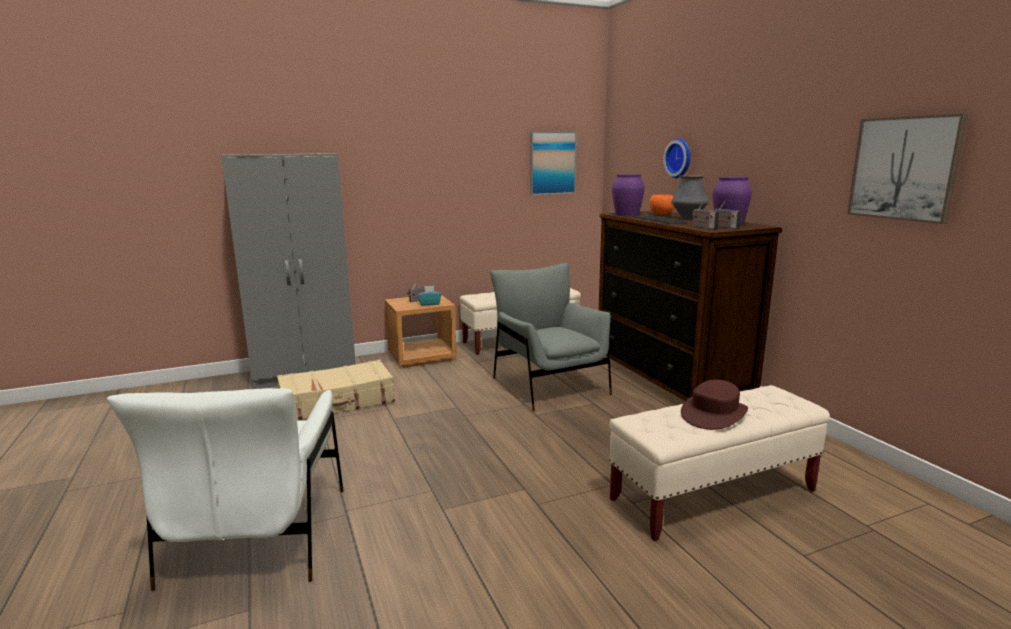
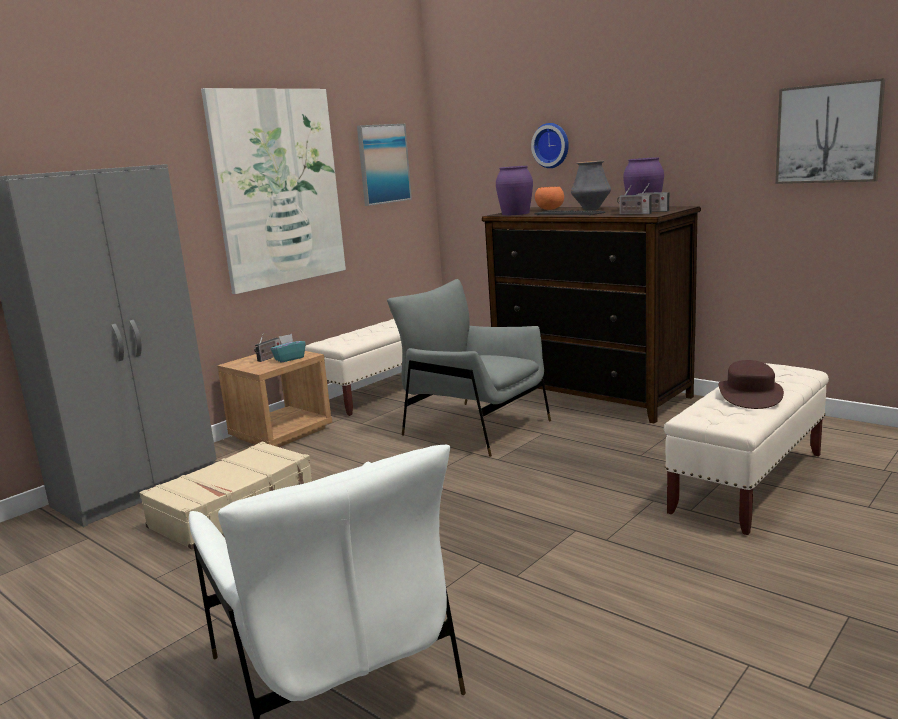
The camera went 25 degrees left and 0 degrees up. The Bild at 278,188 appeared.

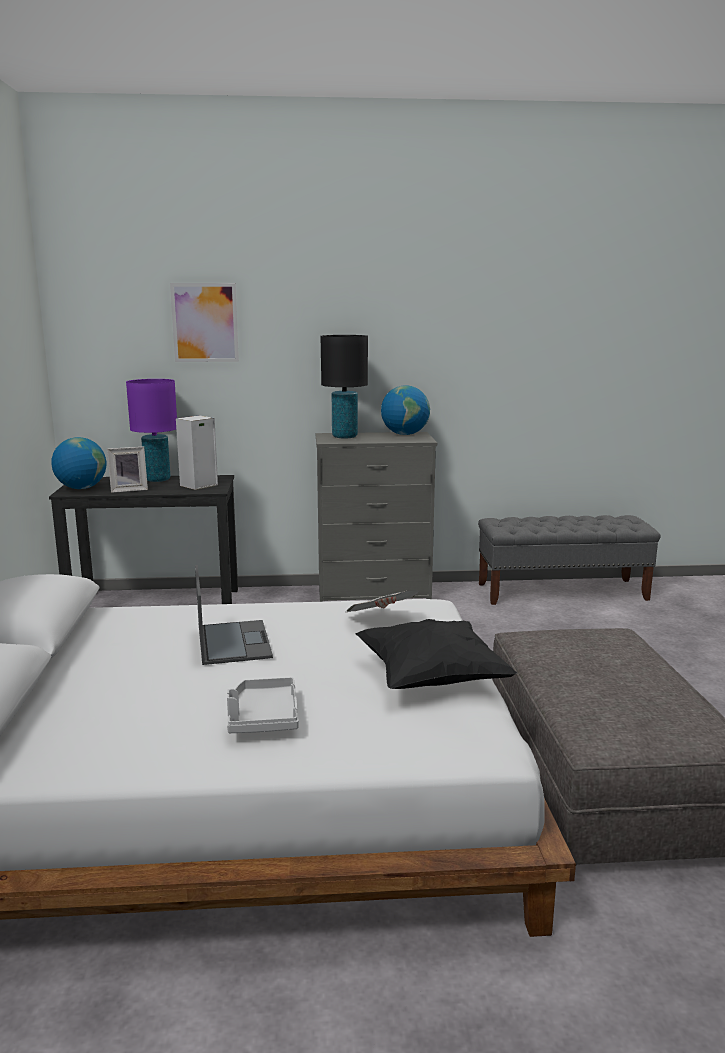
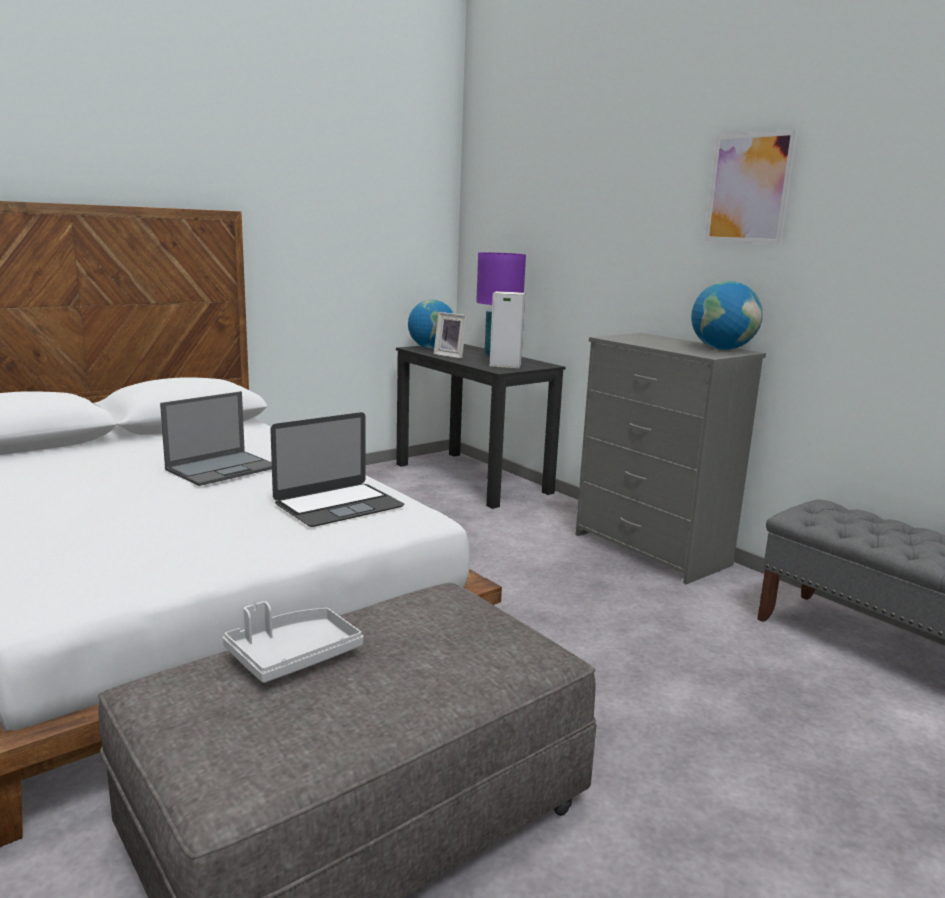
The camera went 55 degrees right and 0 degrees up. The Bild moved from 205,322 to 749,188. The Tischlampe [schwarz] at 344,437 disappeared. The Zeitung at 381,620 was replaced by the Laptop at 338,505. The Kissen [schwarz] at 431,680 disappeared. The Tablett [grau] moved from 263,717 to 293,656.

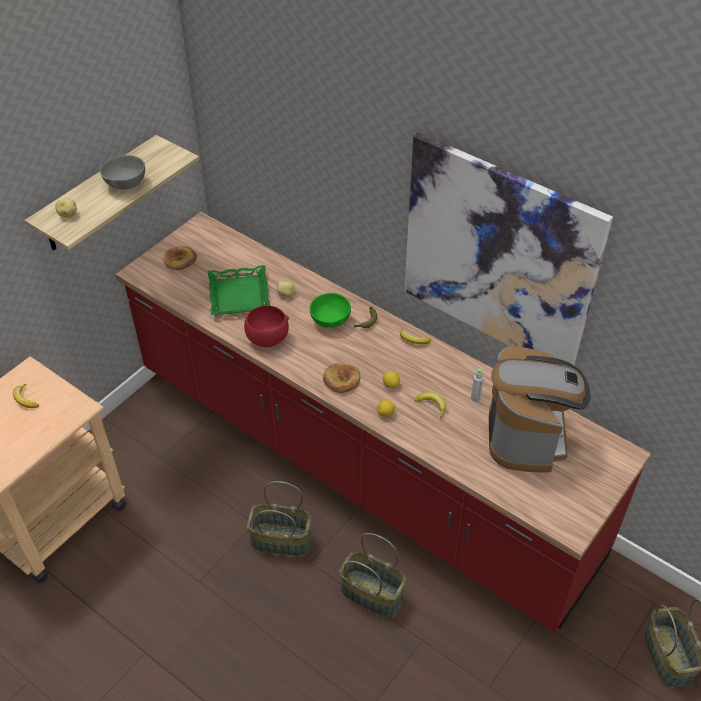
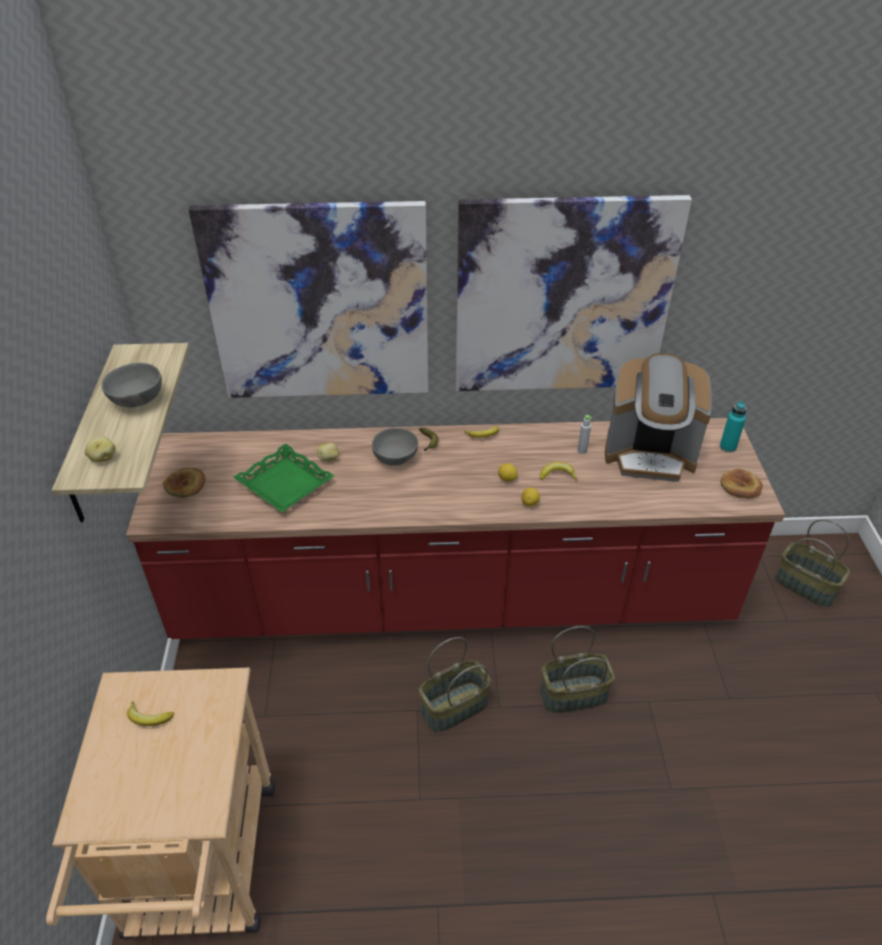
The camera went 40 degrees left and 5 degrees down. The Schüssel [grün] at 330,321 became the Schüssel [grau] at 396,459. The Schüssel [rot] at 266,339 disappeared. The Kaffeemaschine at 527,435 turned 135 degrees clockwise. The Brot moved from 341,380 to 740,486. The Bild at 319,304 appeared. The Flasche [türkis] at 727,447 appeared.

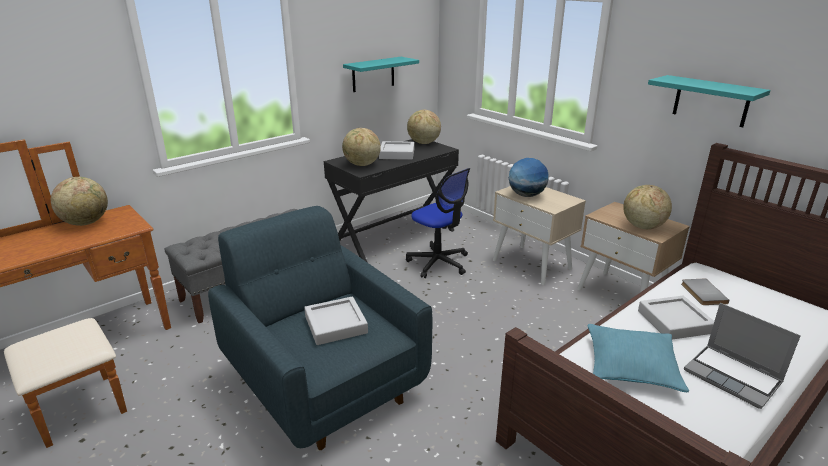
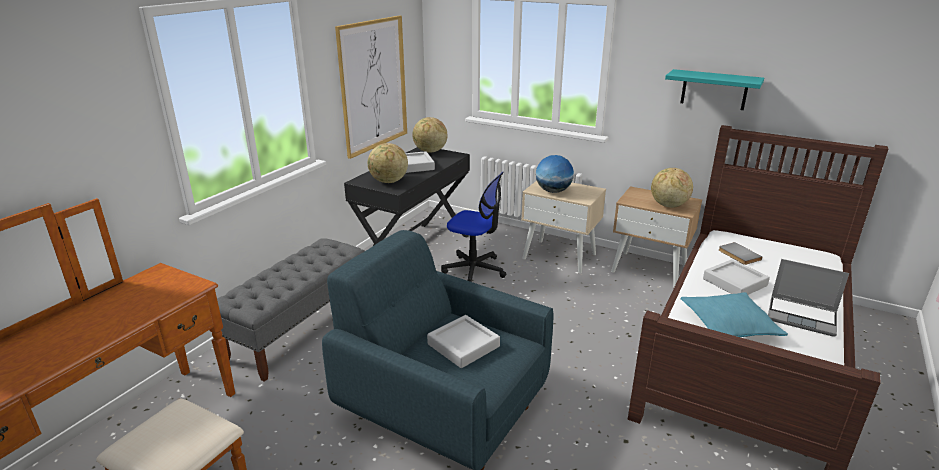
The camera went 20 degrees left and 0 degrees up. The Wandregal [türkis] at 373,74 was replaced by the Bild at 373,85. The Globus at 86,222 disappeared.

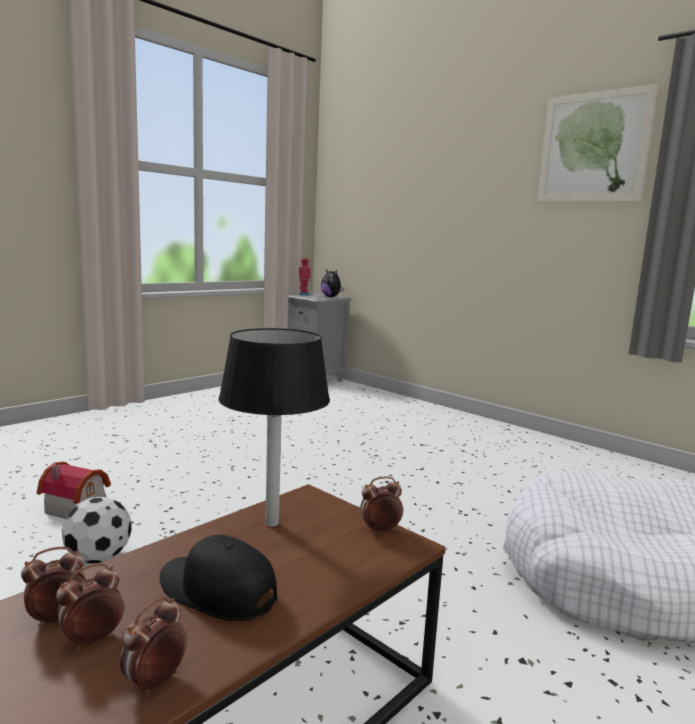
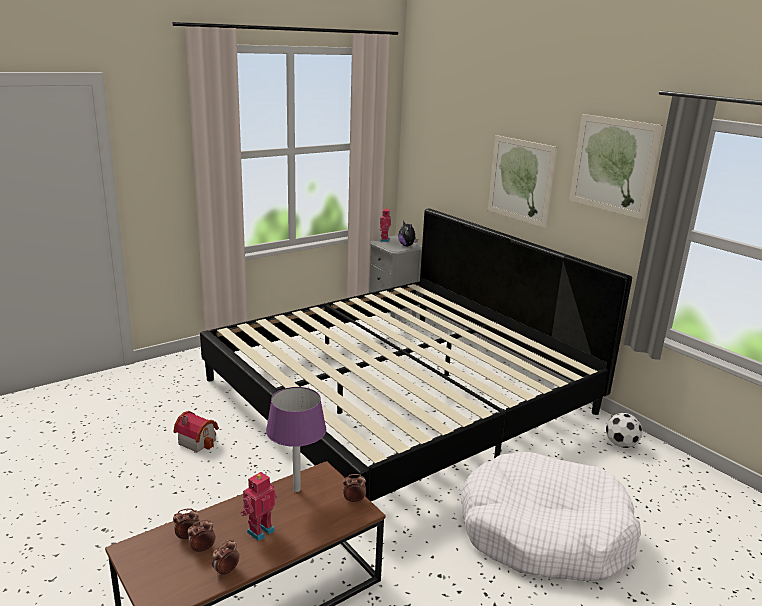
The camera went 10 degrees right and 10 degrees up. The Tischlampe [schwarz] at 271,523 became the Tischlampe [lila] at 296,490. The Fußball moved from 97,558 to 620,444. The Kappe [schwarz] at 217,591 was replaced by the Spielzeugroboter at 259,530. The Bild at 520,180 appeared. The Bett at 399,395 appeared.

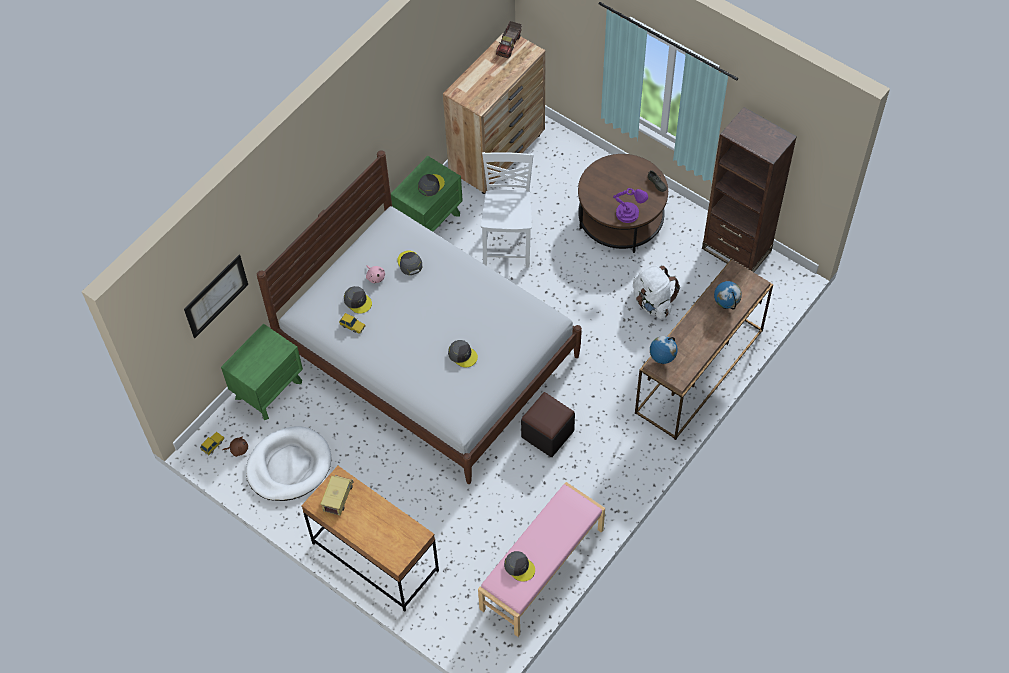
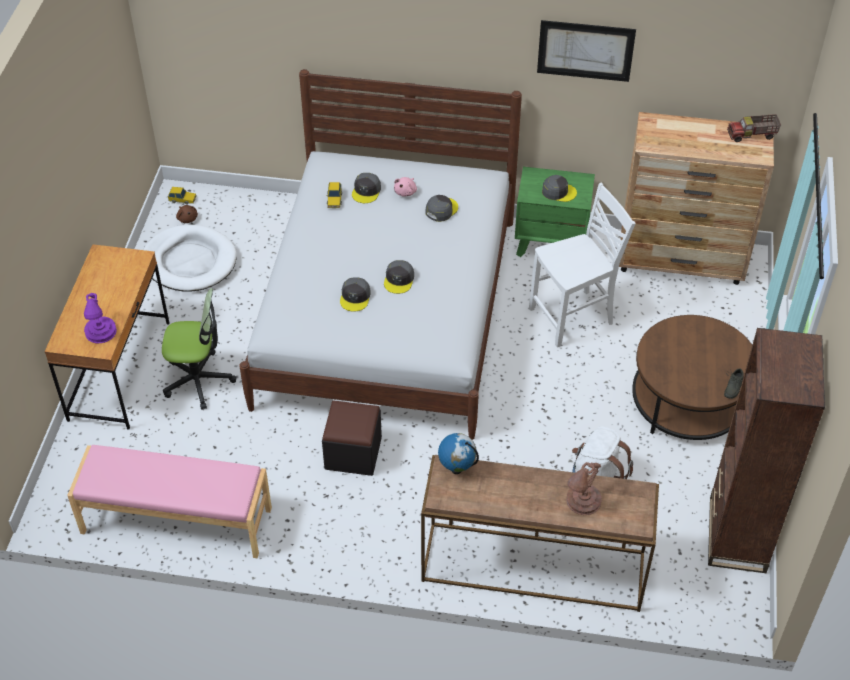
The camera went 60 degrees right and 10 degrees down. The Tischlampe [lila] moved from 629,214 to 101,333. The Bild moved from 216,296 to 585,50. The Globus at 726,305 was replaced by the Tischlampe [braun] at 582,503. The Nachttisch [grün] at 268,389 disappeared. The Spielzeuglaster at 338,497 disappeared. The Kappe [grau] moved from 519,567 to 399,279. The Bürostuhl at 198,380 appeared.

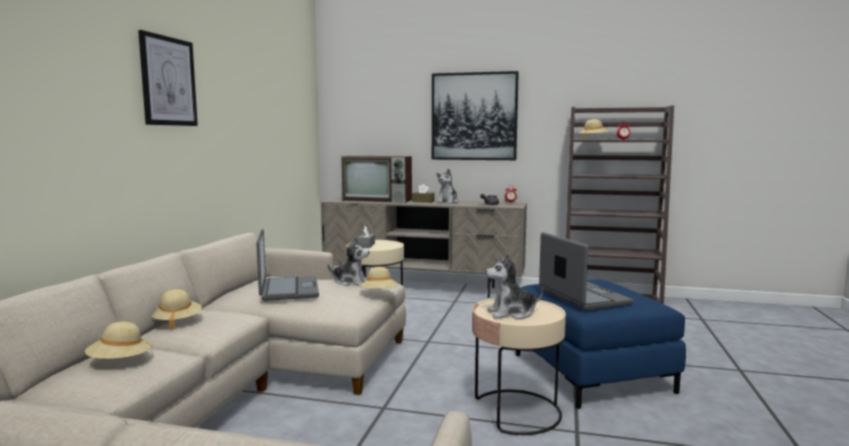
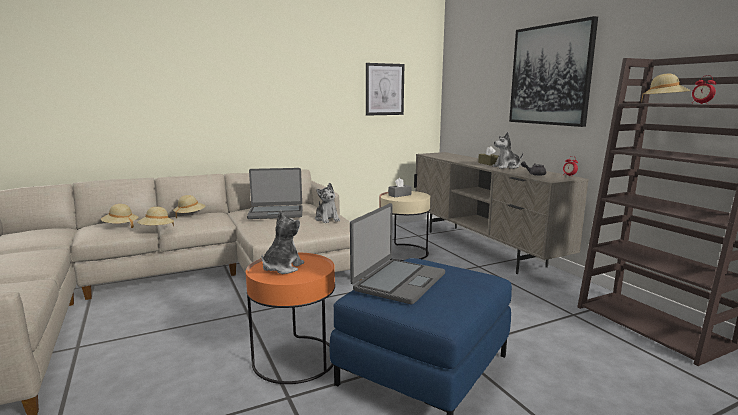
The camera went 50 degrees right and 5 degrees up. The Bild moved from 168,81 to 384,89. The Fernseher at 378,200 disappeared. The Laptop at 288,289 turned 45 degrees clockwise. The Plüschtier at 511,313 turned 75 degrees clockwise. The Hut [beige] moved from 379,294 to 156,229. The Beistelltisch [beige] at 516,412 became the Beistelltisch [orange] at 294,359.

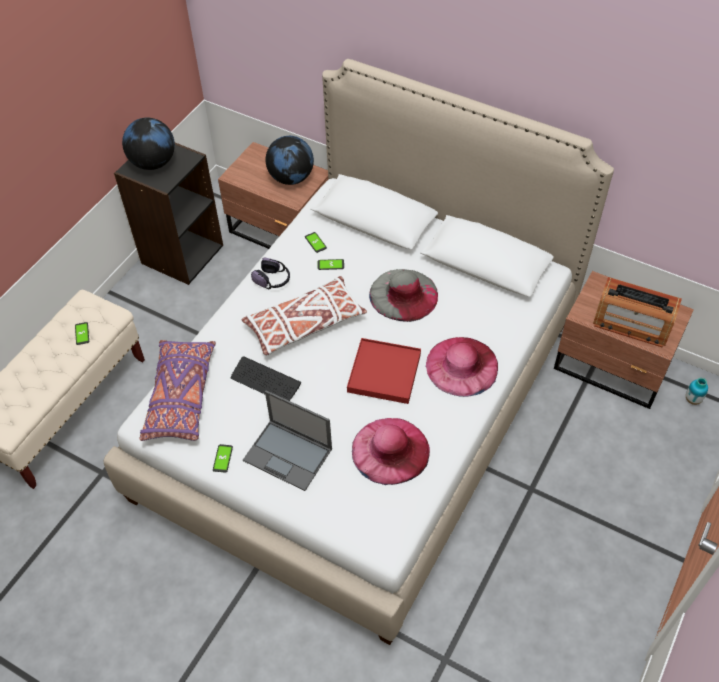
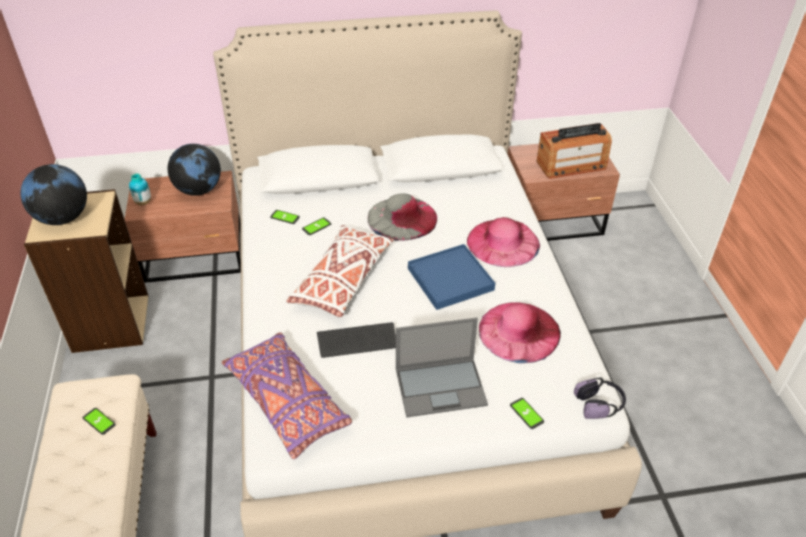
The camera went 40 degrees left and 10 degrees down. The Bücherregal [schwarz] at 181,254 became the Bücherregal [beige] at 110,323. The Kopfhörer moved from 273,280 to 599,404. The Tablett [rot] at 384,372 became the Tablett [blau] at 450,279. The Vase moved from 692,400 to 143,202. The Handy moved from 223,458 to 526,413.

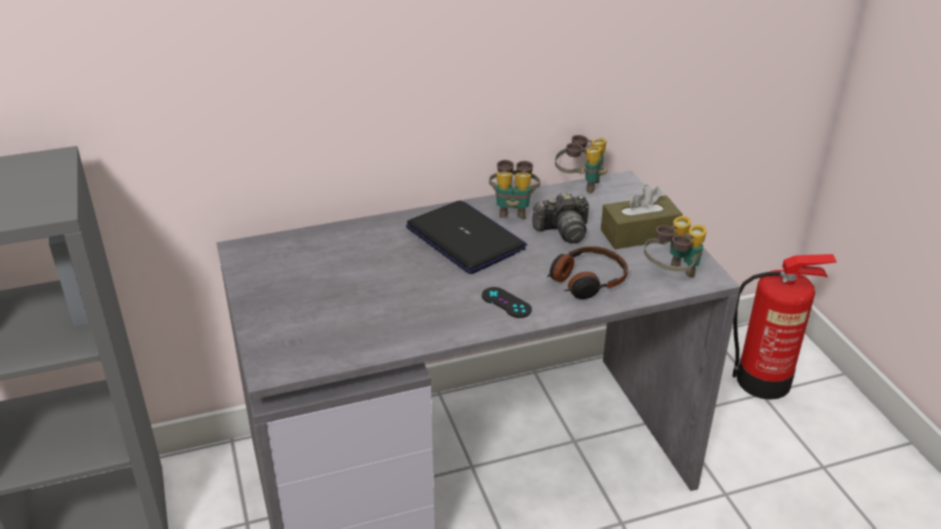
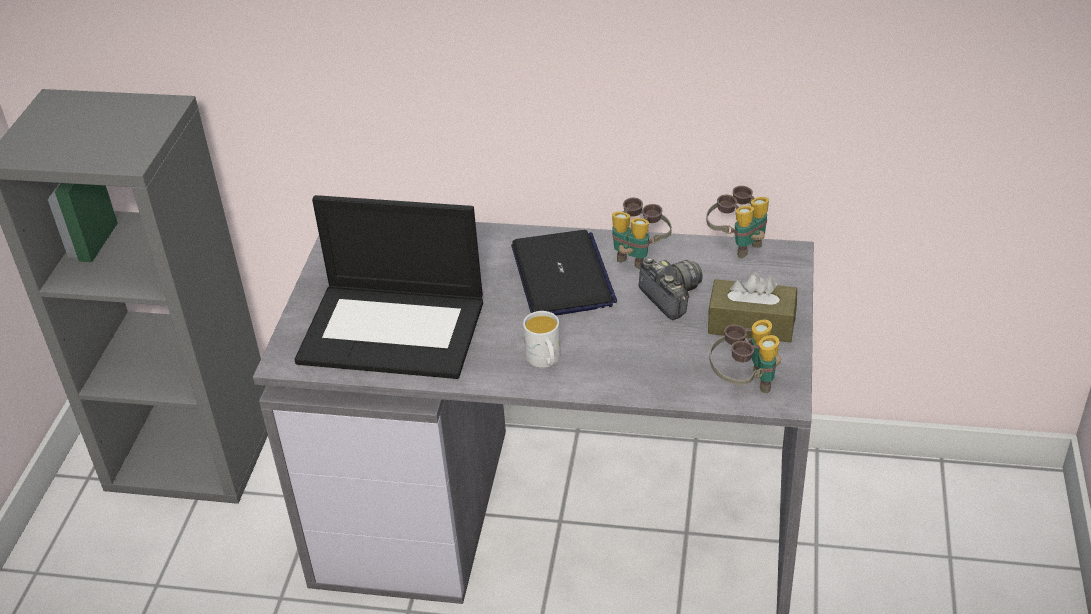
The camera went 30 degrees right and 5 degrees up. The Kamera at 563,231 turned 135 degrees counterclockwise. The Kopfhörer at 586,281 disappeared. The Feuerlöscher at 764,381 disappeared. The Gamepad [schwarz] at 506,303 was replaced by the Henkelbecher [weiß] at 545,361. The Laptop at 394,330 appeared.

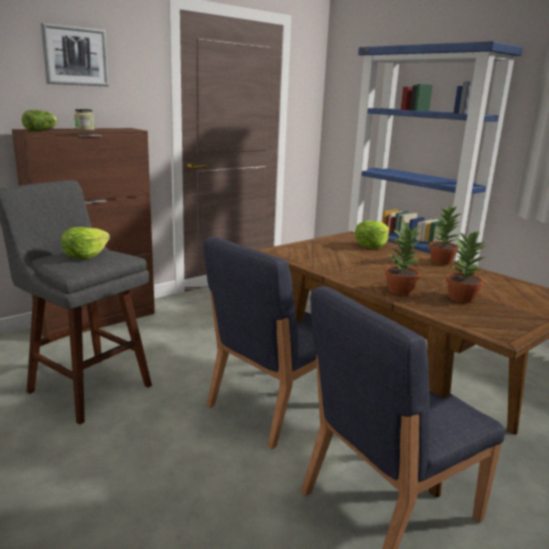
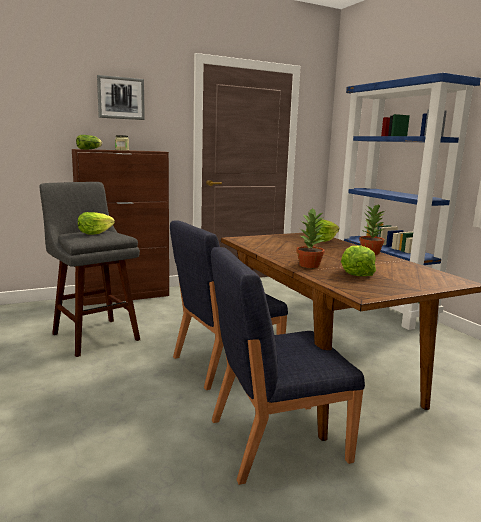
The camera went 15 degrees right and 5 degrees down. The Topfpflanze at 460,298 was replaced by the Salatkopf at 356,273.

